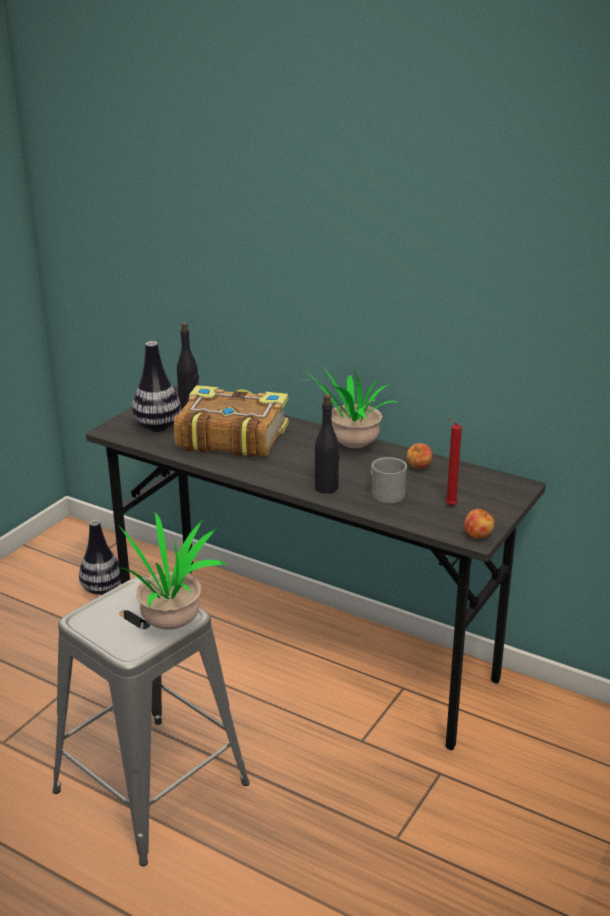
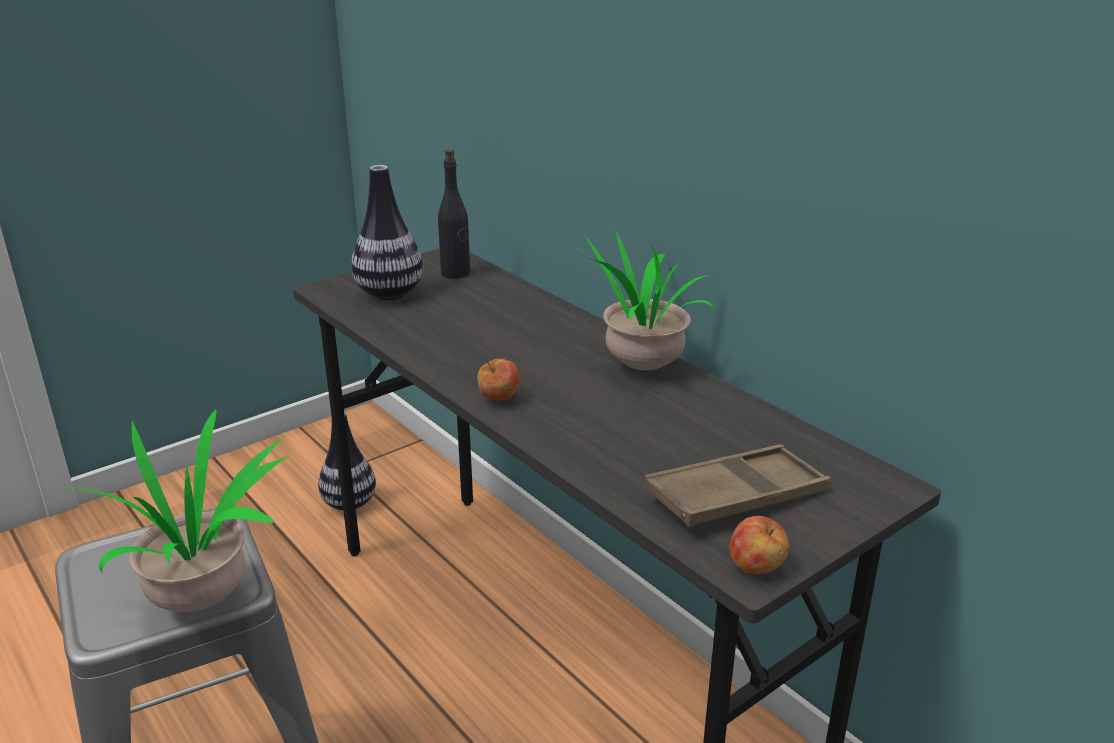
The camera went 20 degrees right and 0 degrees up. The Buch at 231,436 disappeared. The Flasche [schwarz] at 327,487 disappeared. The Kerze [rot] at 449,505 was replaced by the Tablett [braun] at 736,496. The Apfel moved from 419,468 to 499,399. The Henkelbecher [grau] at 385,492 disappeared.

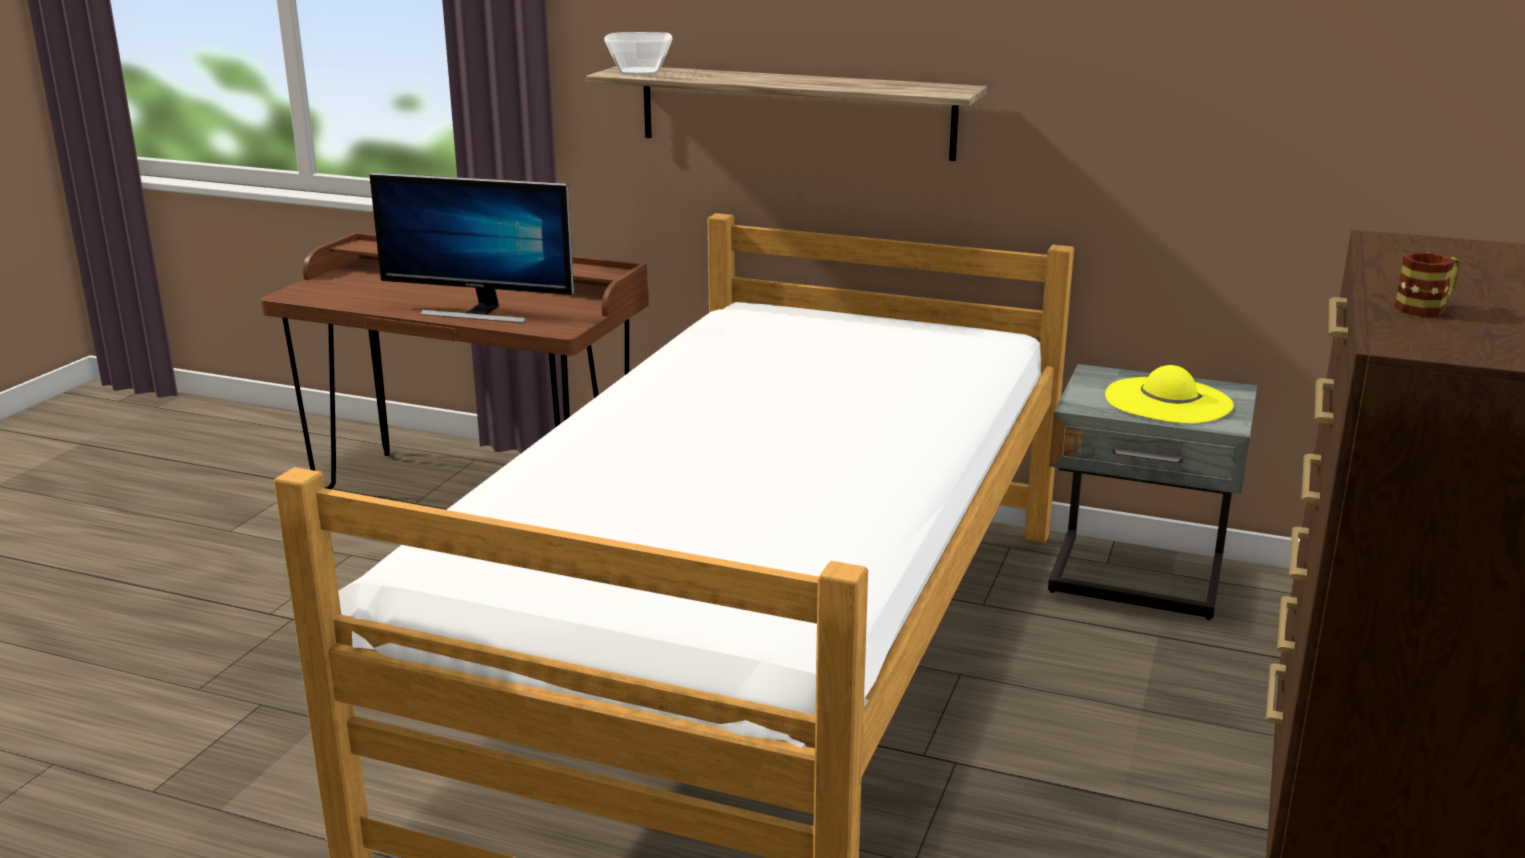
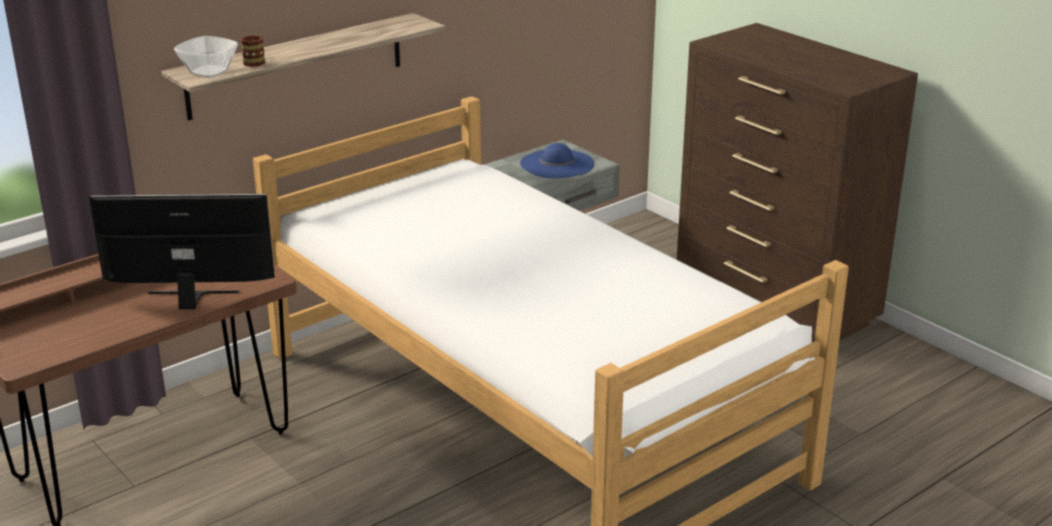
The camera went 60 degrees left and 5 degrees up. The Monitor at 479,312 turned 135 degrees counterclockwise. The Henkelbecher moved from 1426,308 to 255,61. The Hut [gelb] at 1168,400 became the Hut [blau] at 557,164.

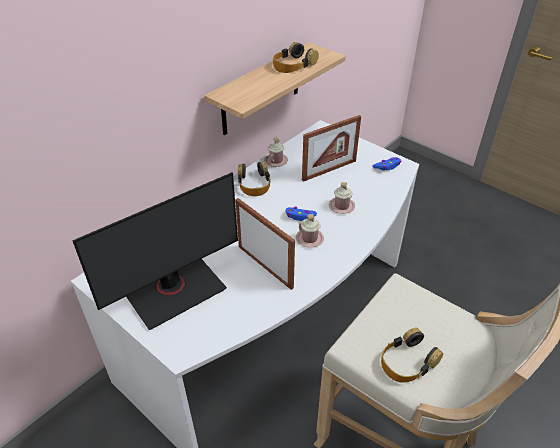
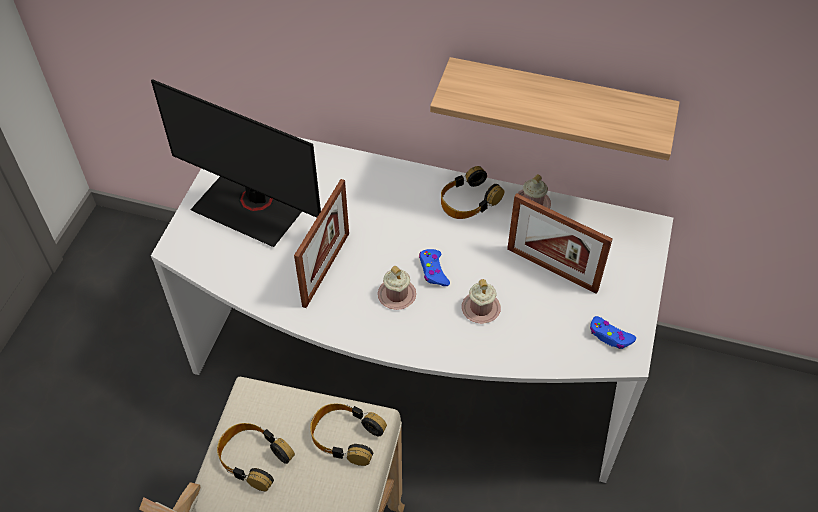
The camera went 65 degrees right and 10 degrees up. The Kopfhörer moved from 293,65 to 346,437.

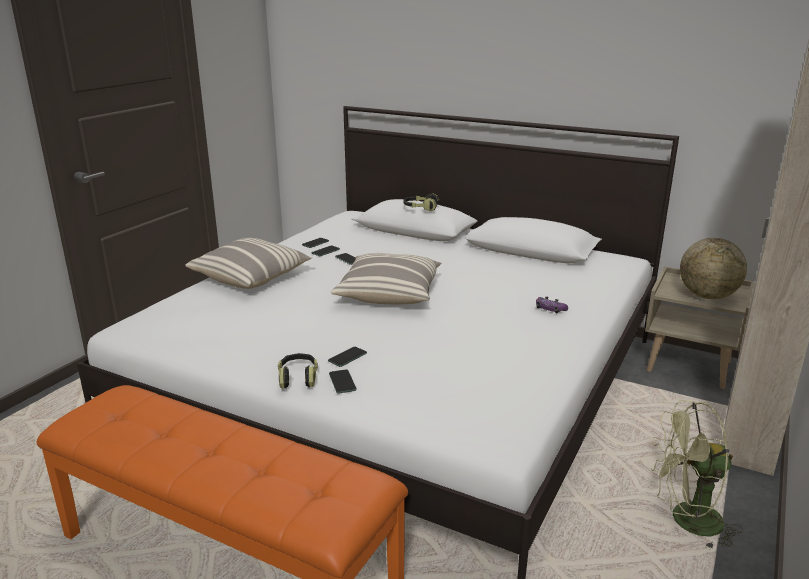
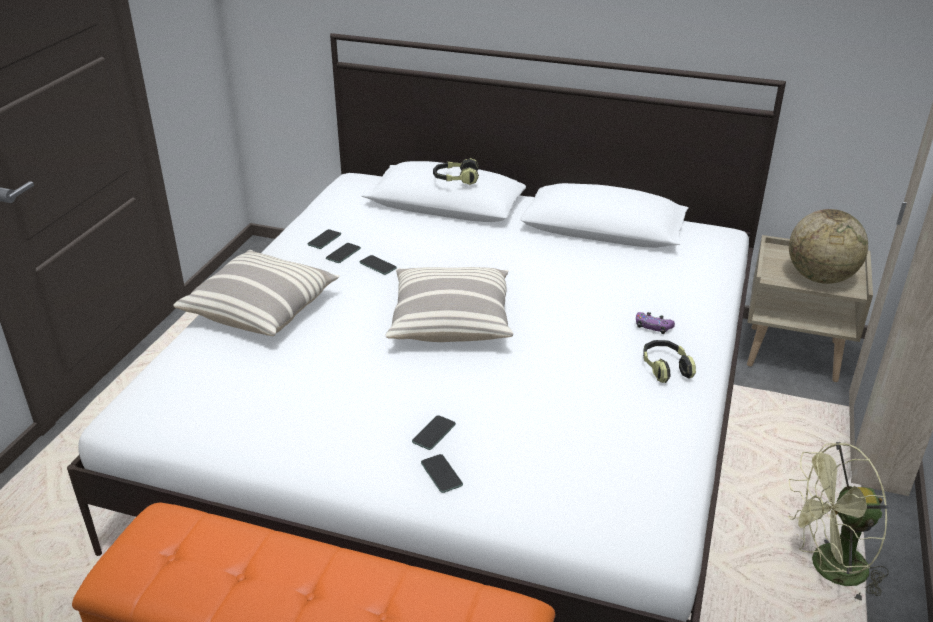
The camera went 10 degrees left and 10 degrees up. The Kopfhörer moved from 298,378 to 665,368.

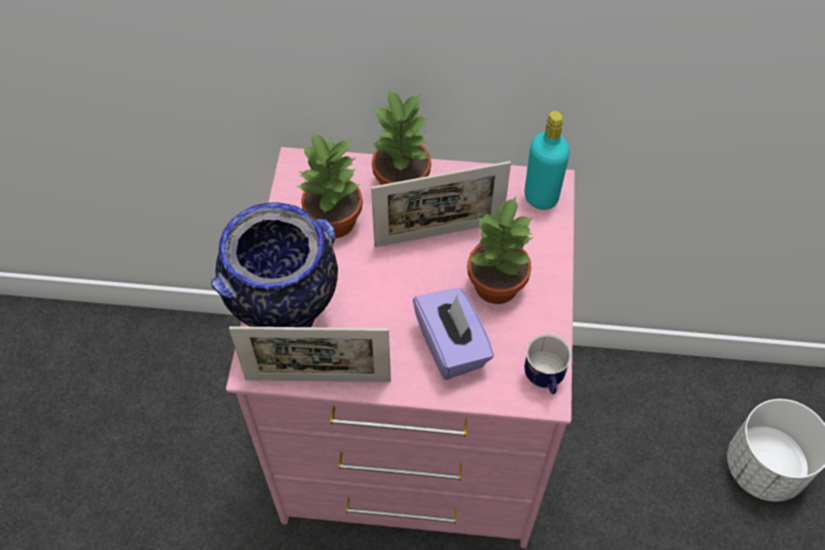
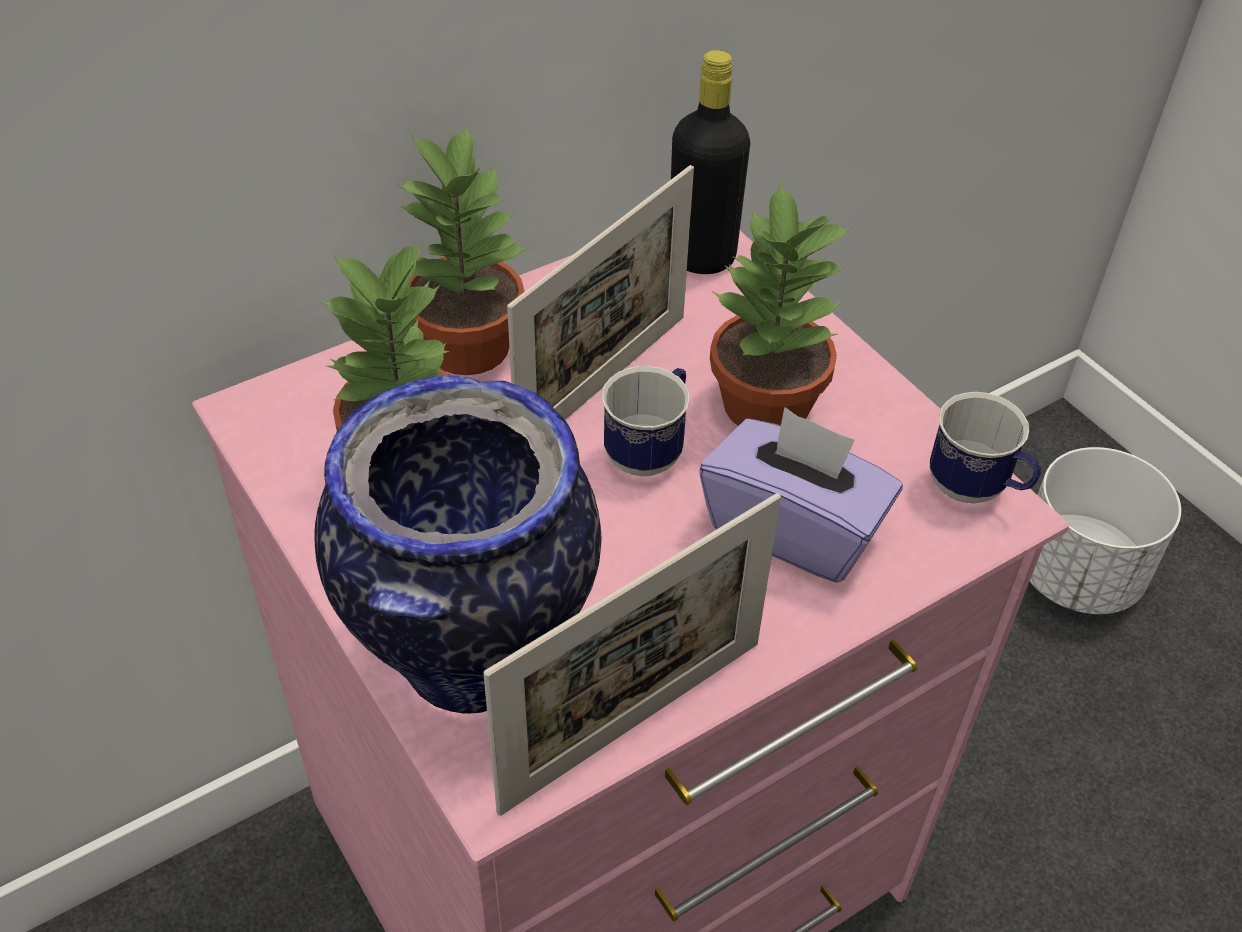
The camera went 40 degrees left and 10 degrees down. The Flasche [türkis] at 541,197 became the Flasche [schwarz] at 701,257. The Henkelbecher at 650,450 appeared.

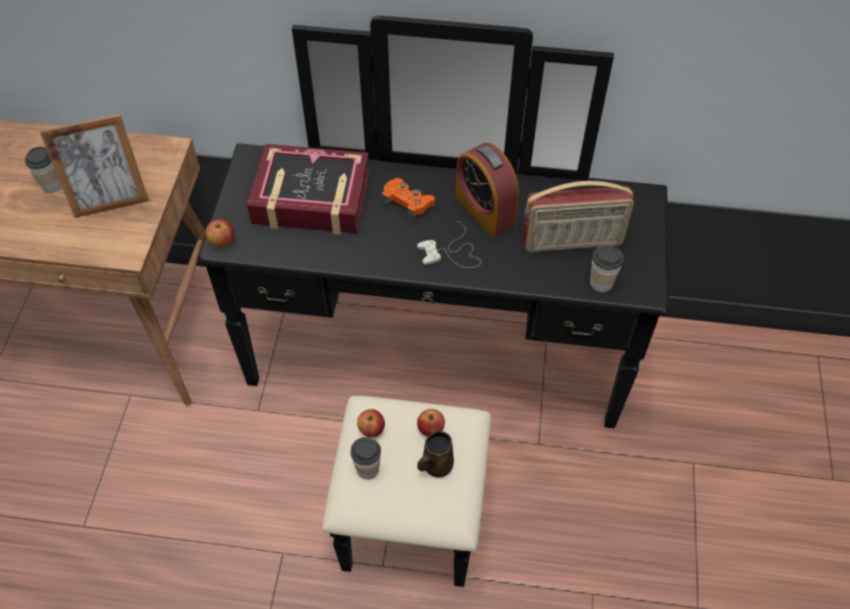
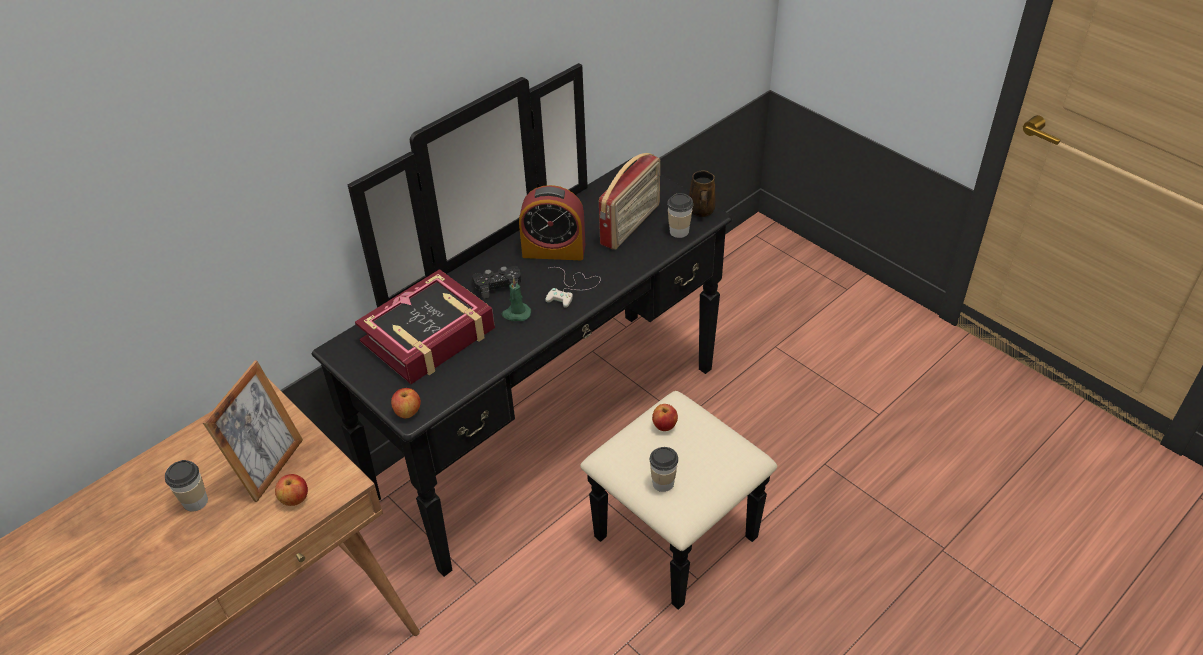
The camera went 50 degrees left and 10 degrees down. The Gamepad [orange] at 407,202 became the Gamepad [schwarz] at 498,285. The Apfel moved from 371,429 to 295,499. The Henkelbecher [braun] moved from 436,466 to 701,211. The Kerze [grün] at 516,314 appeared.

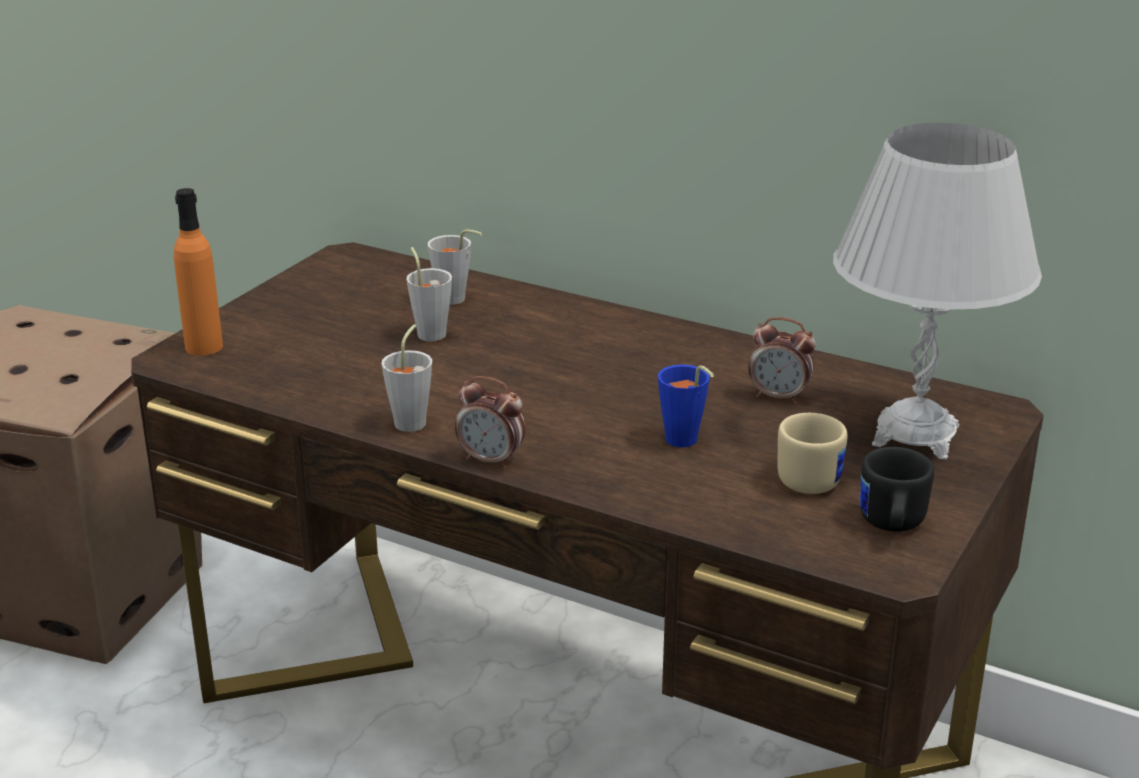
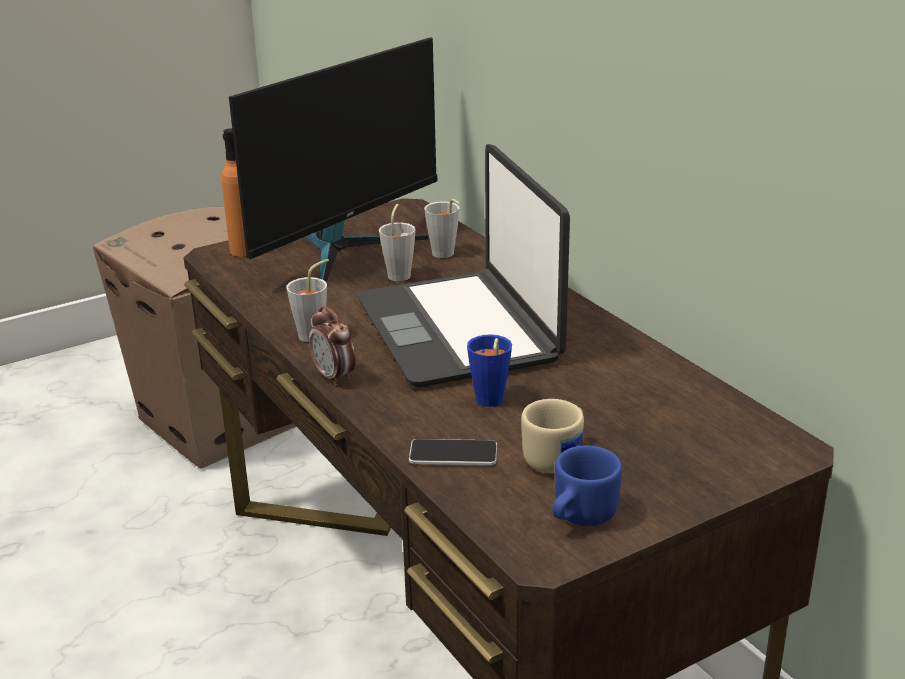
The camera went 30 degrees right and 0 degrees up. The Tischlampe [weiß] at 915,436 disappeared. The Wecker at 779,396 disappeared. The Henkelbecher [schwarz] at 890,525 became the Henkelbecher [blau] at 579,518. The Monitor at 346,249 appeared. The Laptop at 459,330 appeared. The Handy at 453,454 appeared.

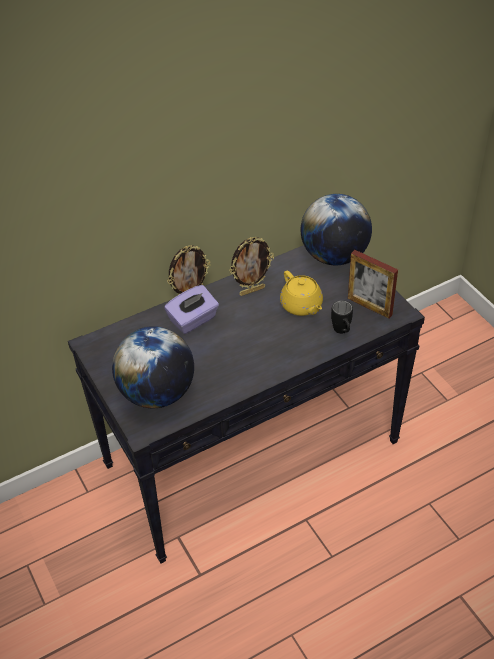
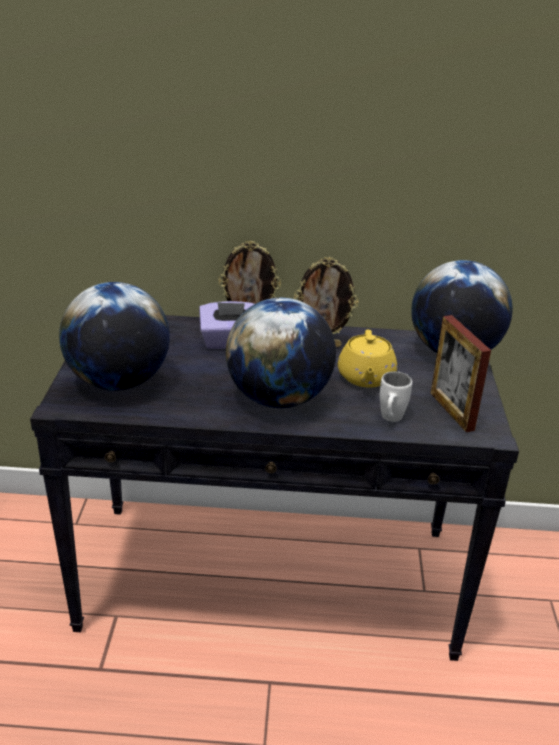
The camera went 30 degrees right and 15 degrees down. The Henkelbecher [schwarz] at 342,332 became the Henkelbecher [weiß] at 390,420. The Globus at 278,399 appeared.

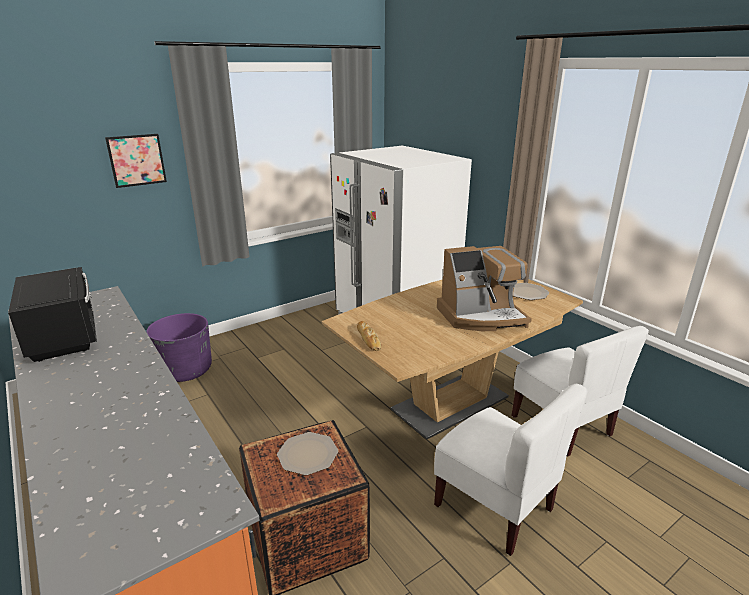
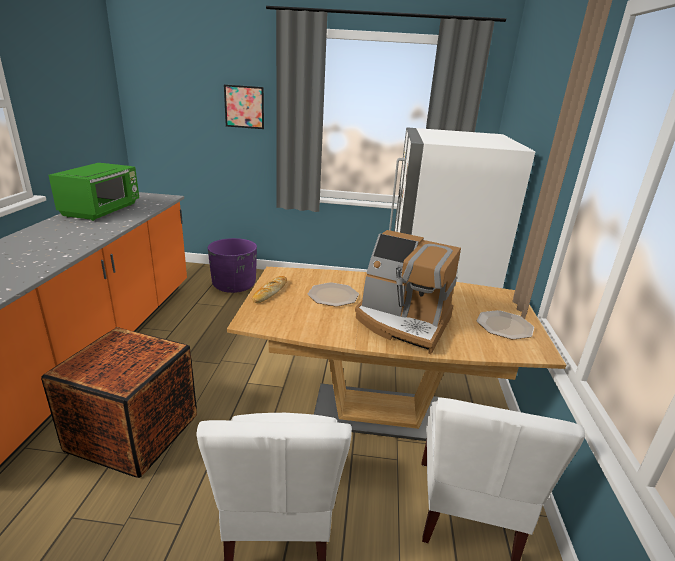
The camera went 40 degrees right and 0 degrees up. The Mikrowelle [schwarz] at 65,336 became the Mikrowelle [grün] at 102,210. The Teller moved from 308,454 to 333,296.

